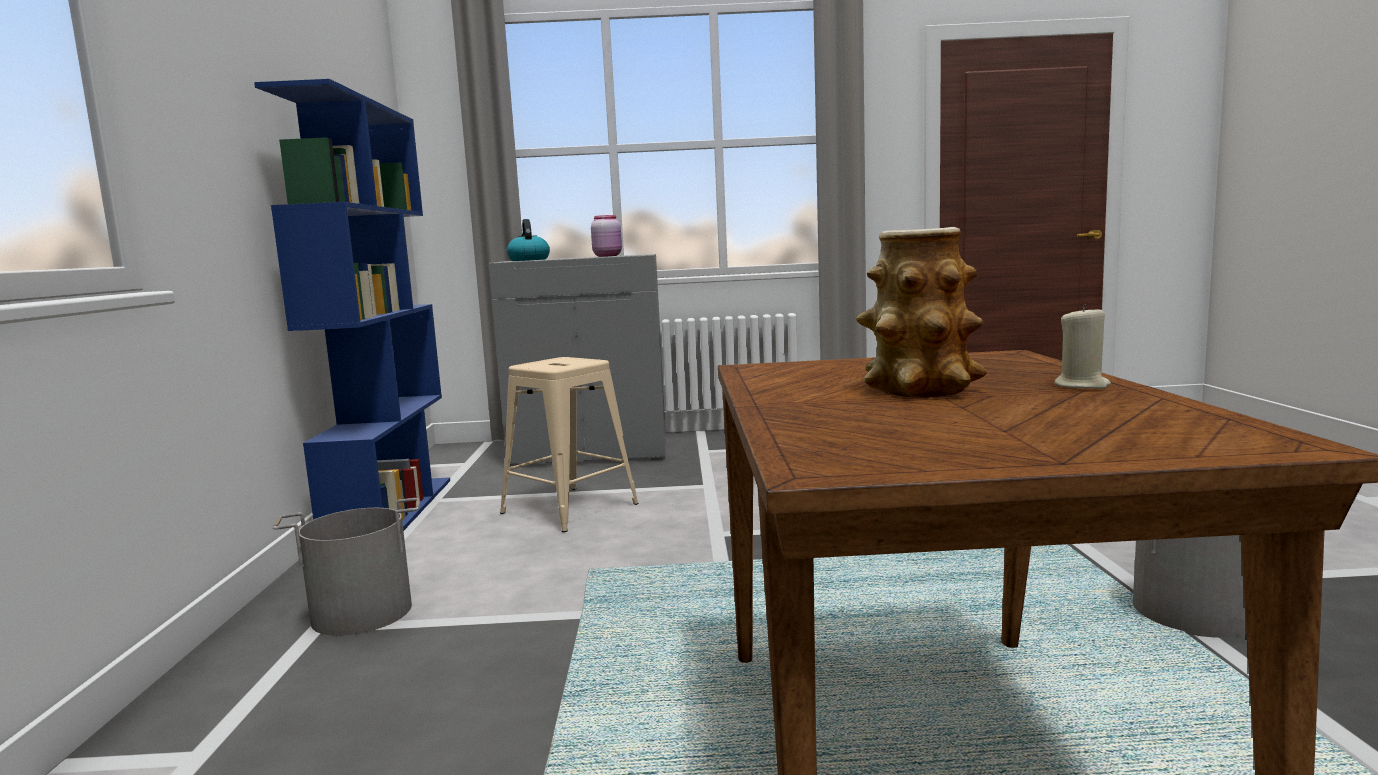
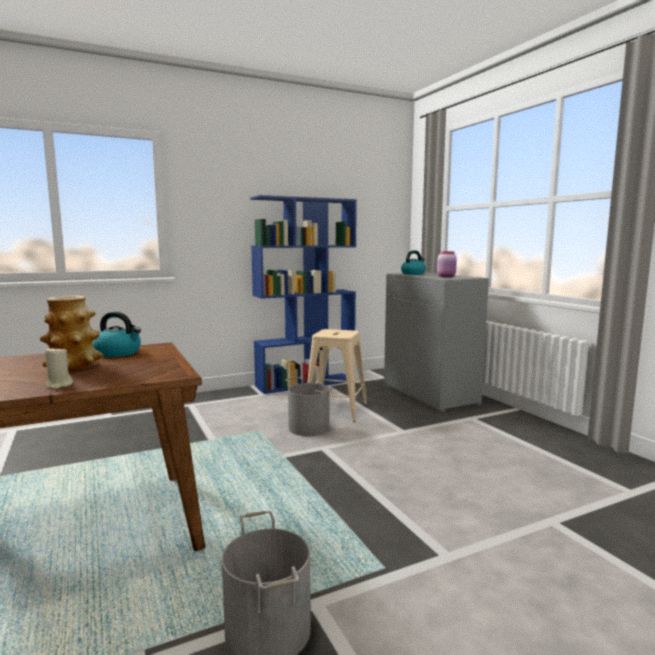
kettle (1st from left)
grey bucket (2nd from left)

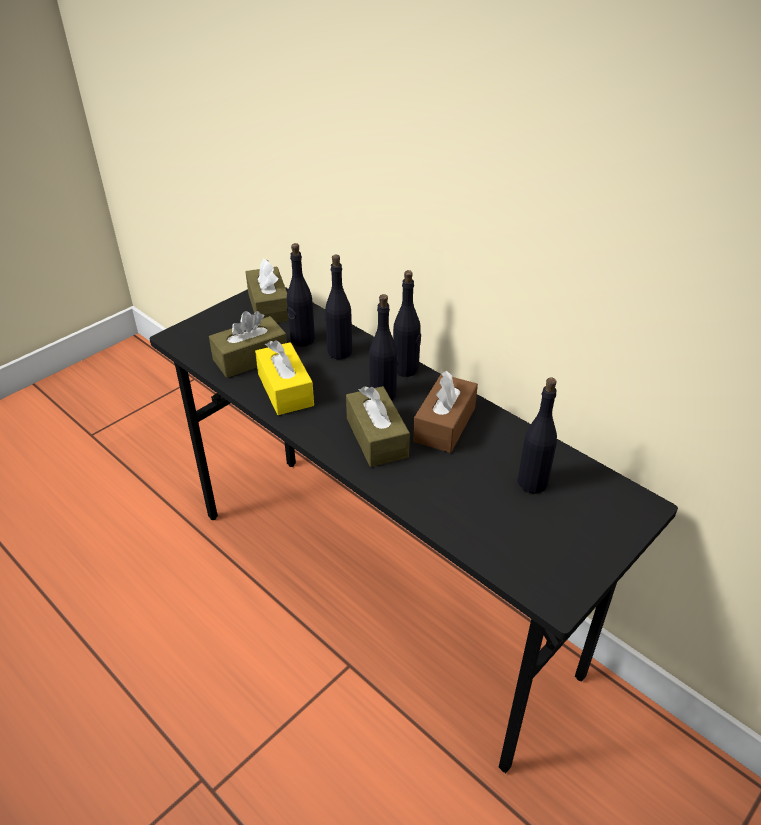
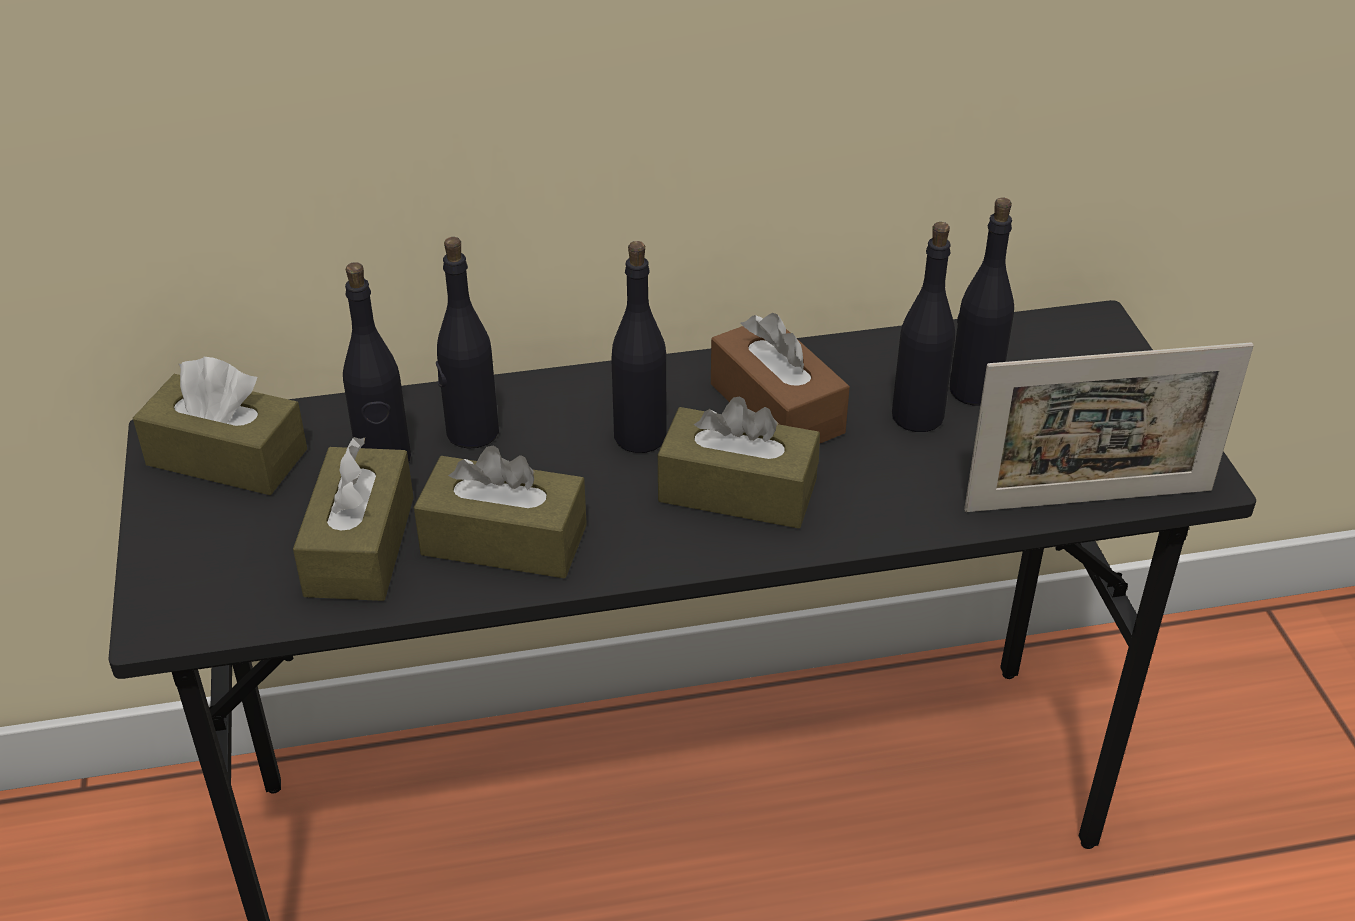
brown tissue box (3rd from left)
black bottle (4th from left)
picture frame

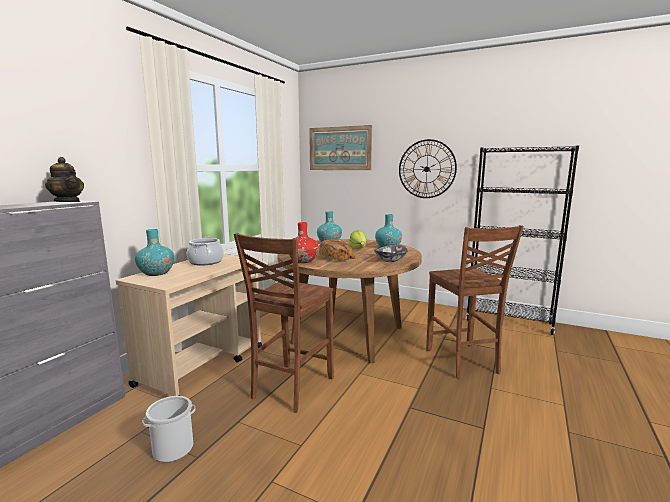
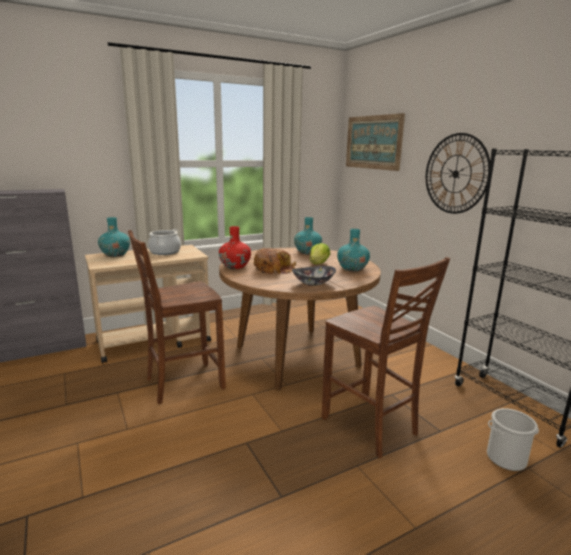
brown chair (2nd from left)
bucket
teapot

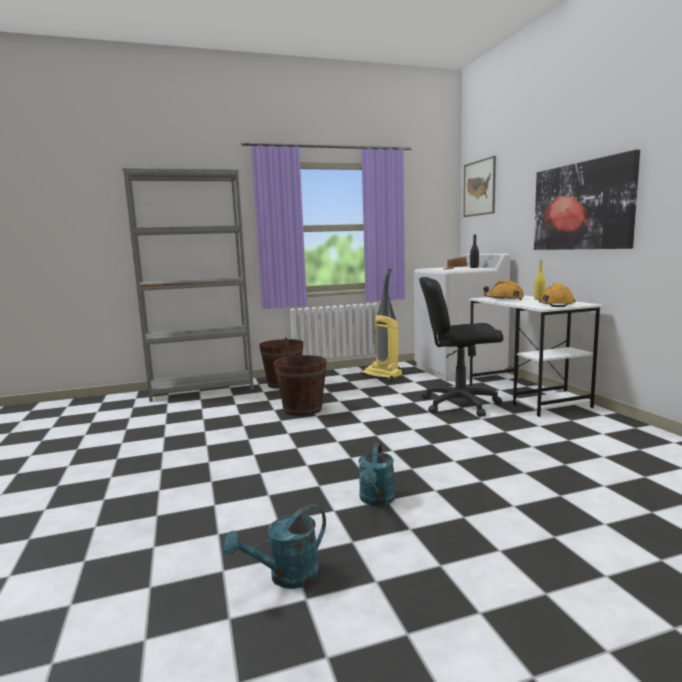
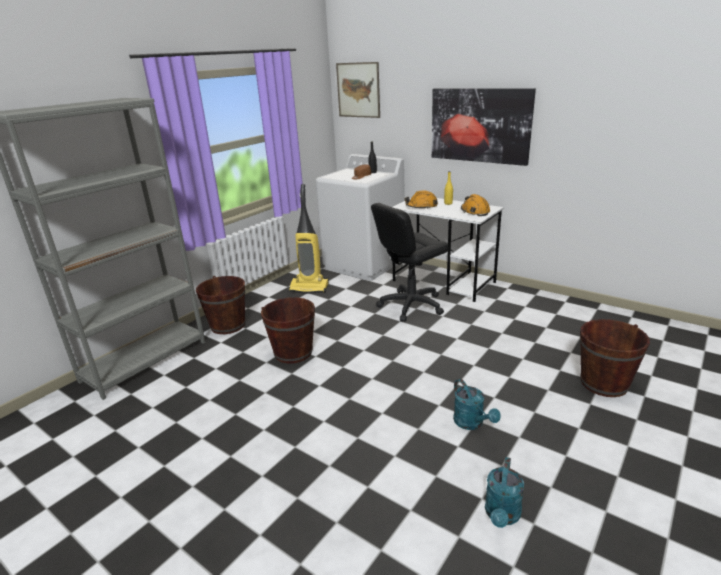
brown bucket (3rd from left)

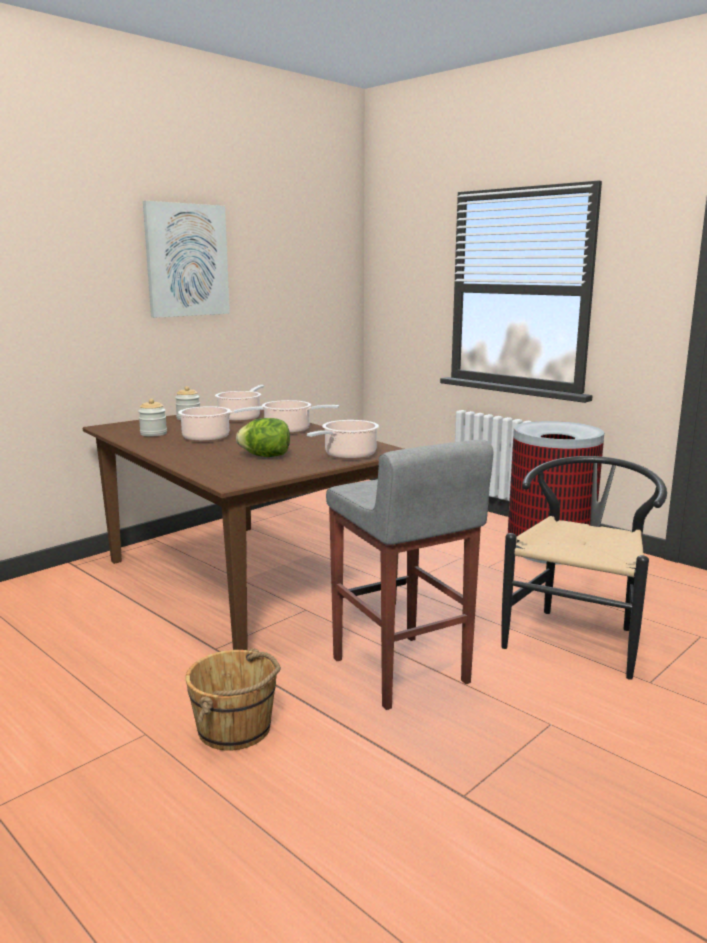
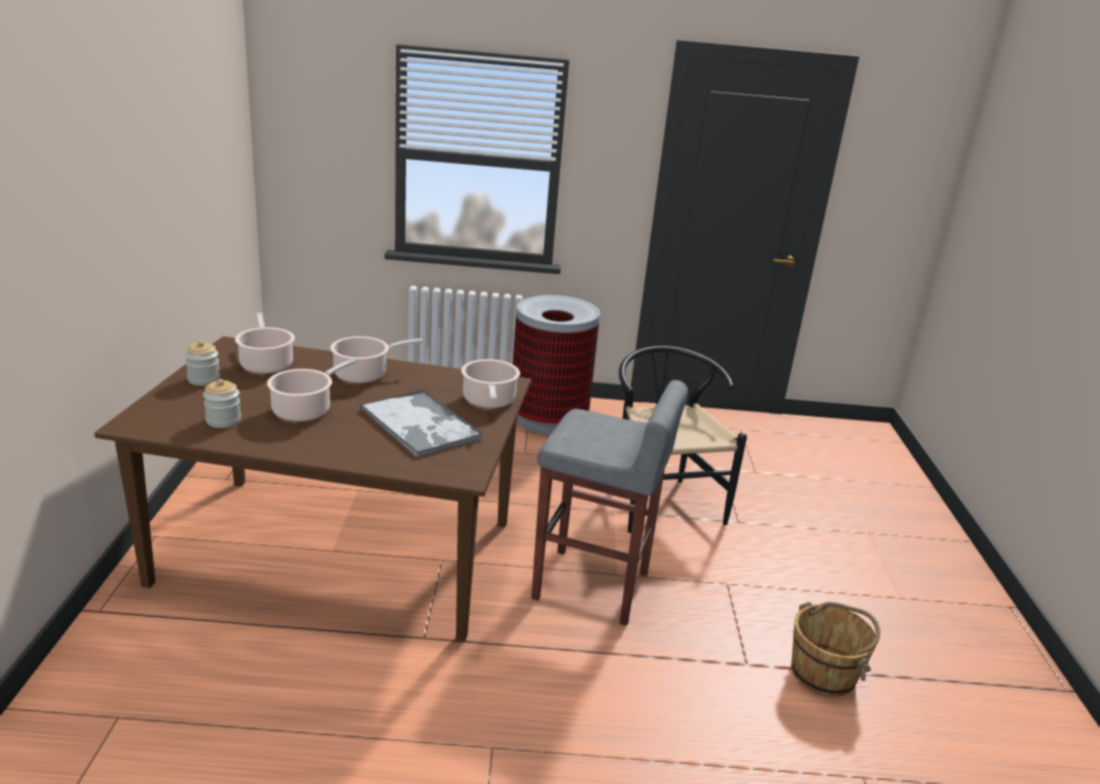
tray
brown bucket
picture

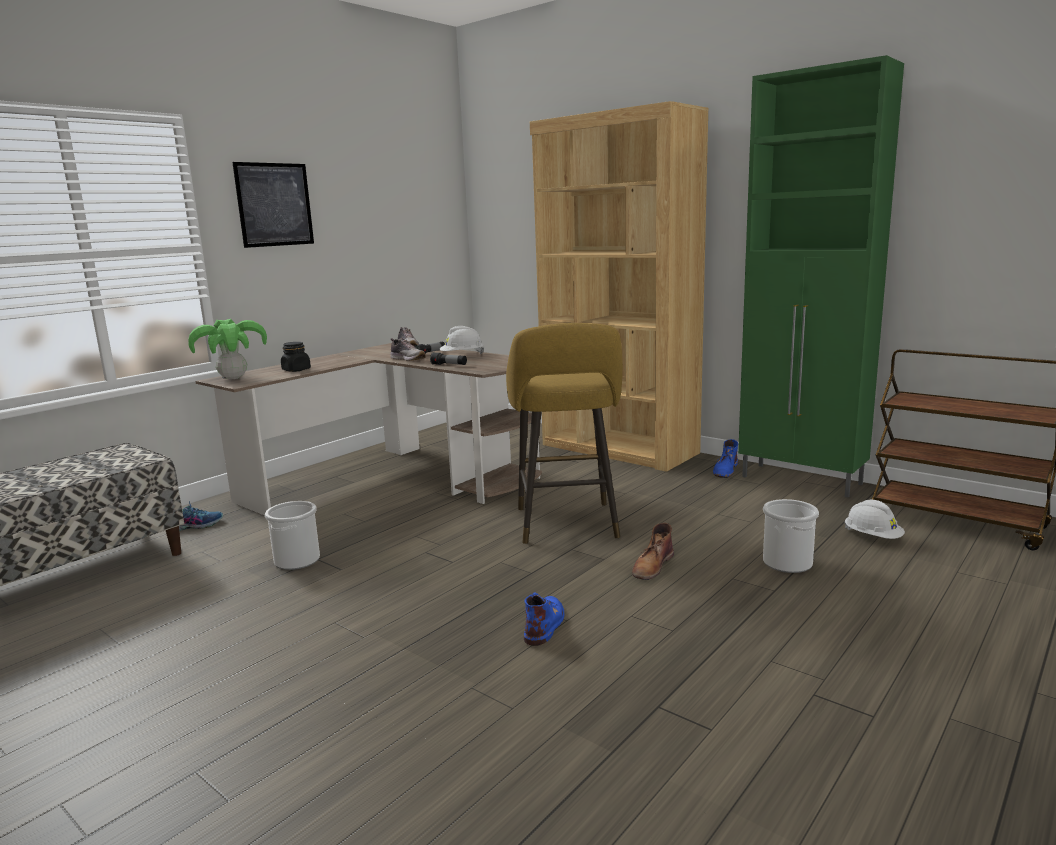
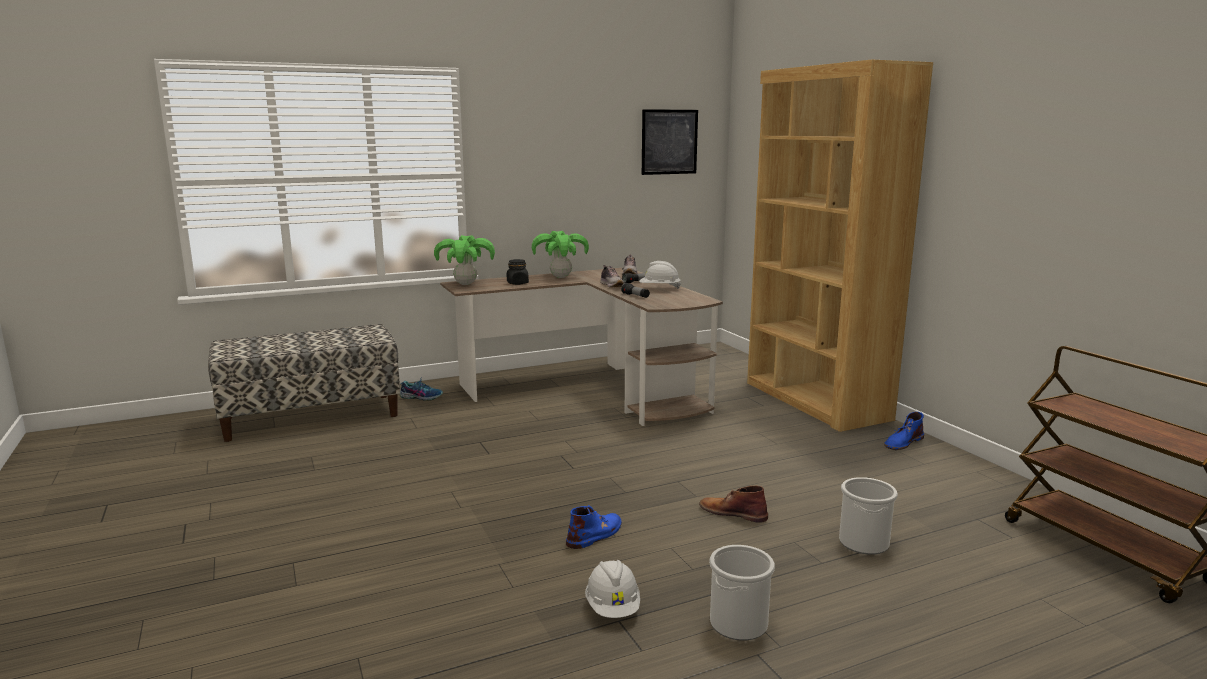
potted plant (2nd from left)
white hard hat (1st from left)
picture
brown boot
bucket (1st from left)
yellow stool
green cabinet

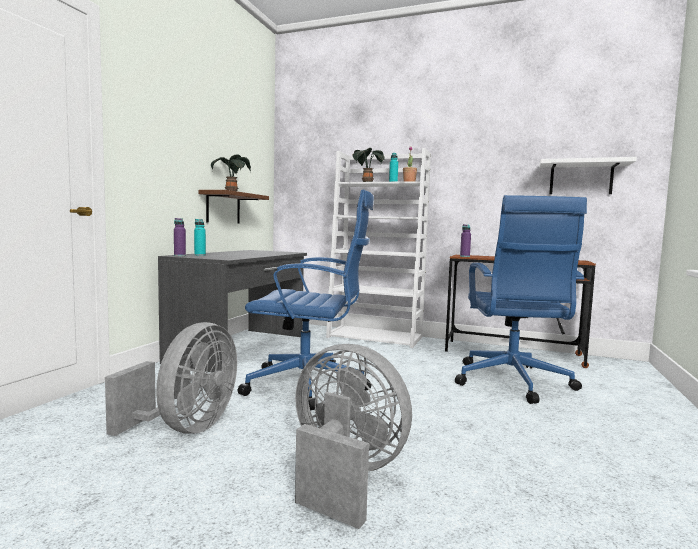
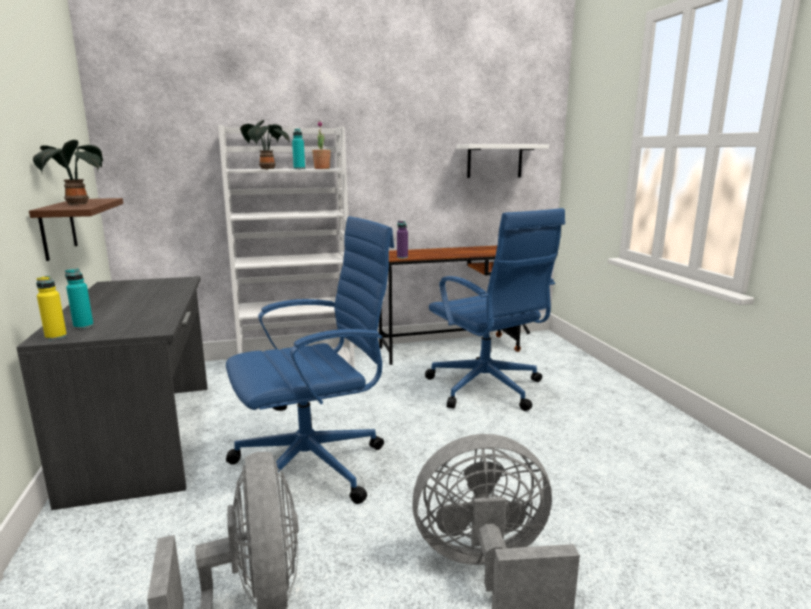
yellow bottle

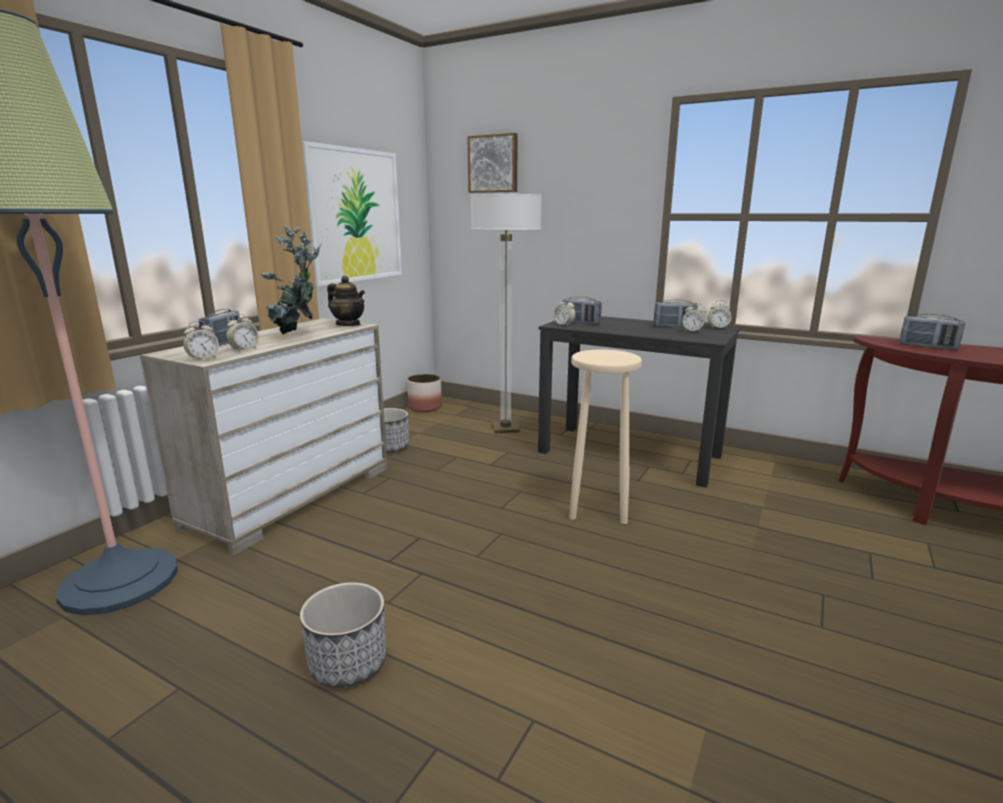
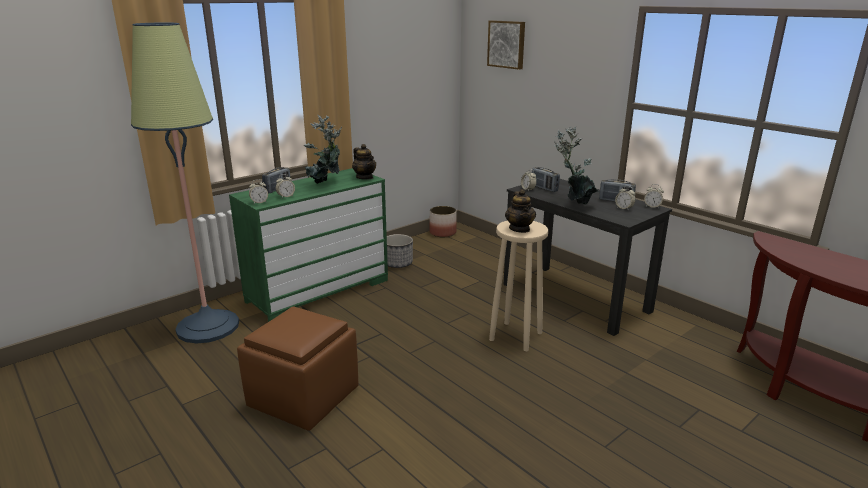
green dresser
brown ottoman
teapot (2nd from left)
potted plant (2nd from left)
picture (1st from left in the first image)
floor lamp (2nd from left in the first image)
radio (4th from left in the first image)

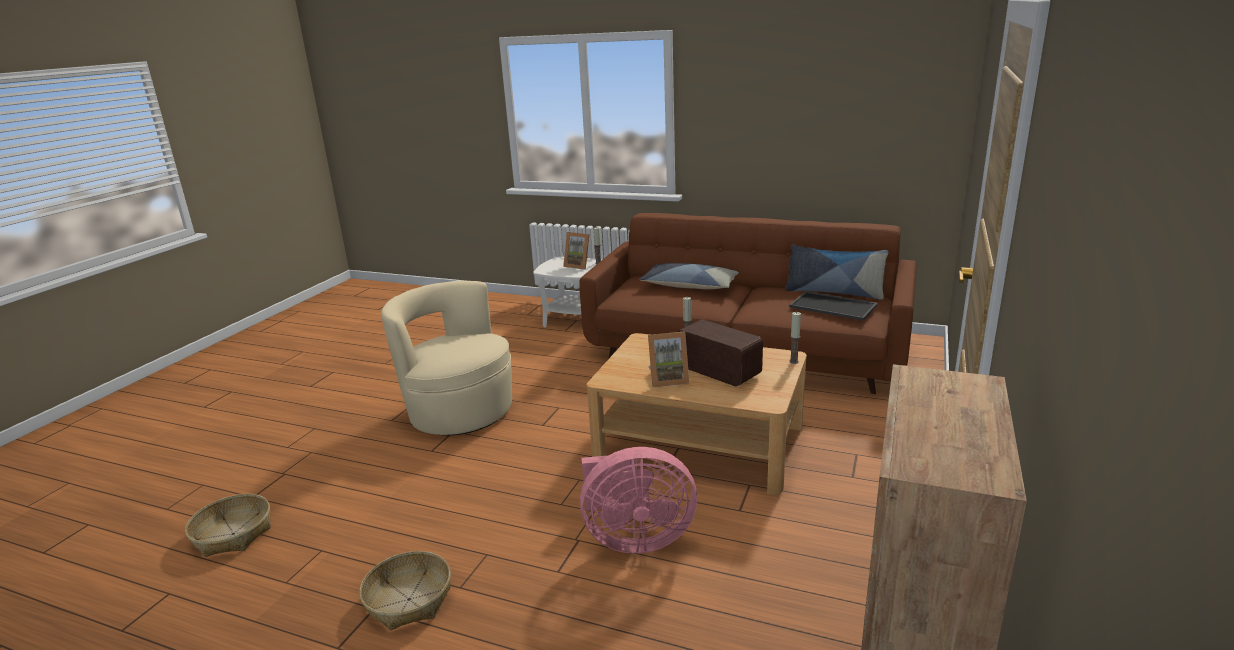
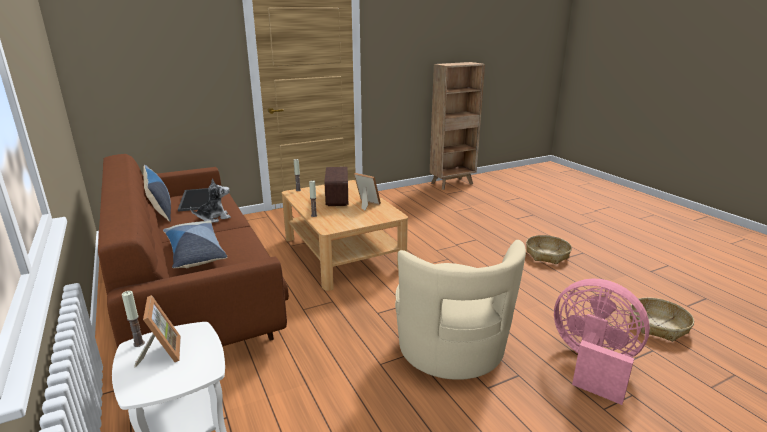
plush toy
pink fan

